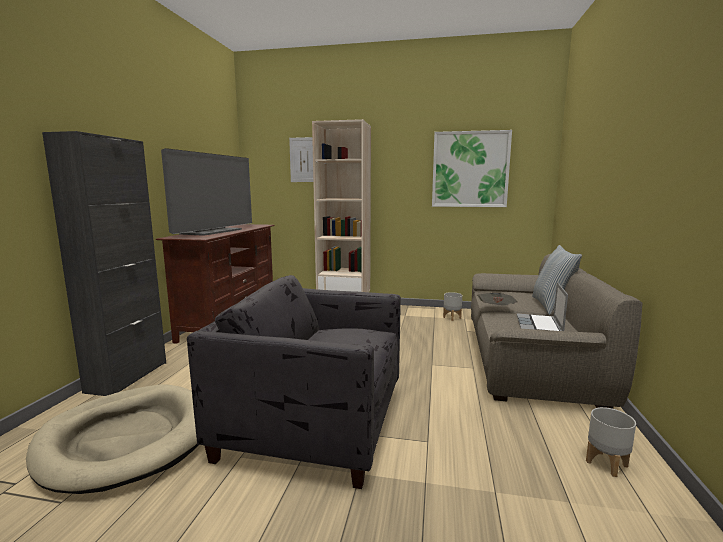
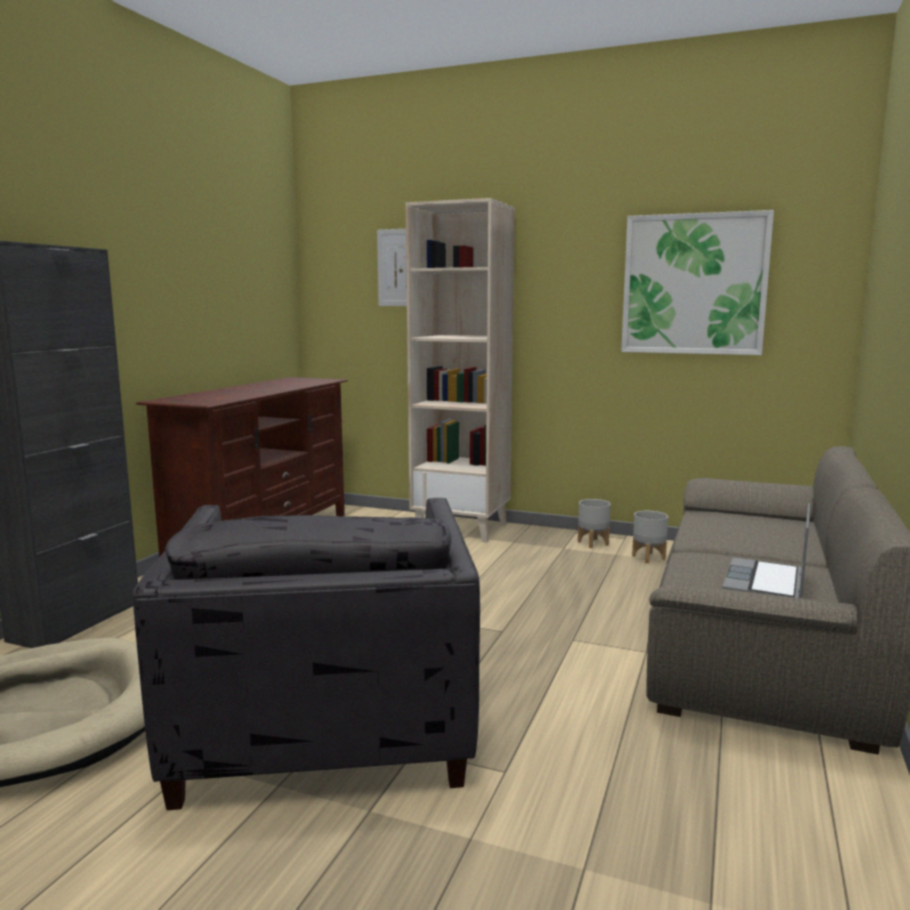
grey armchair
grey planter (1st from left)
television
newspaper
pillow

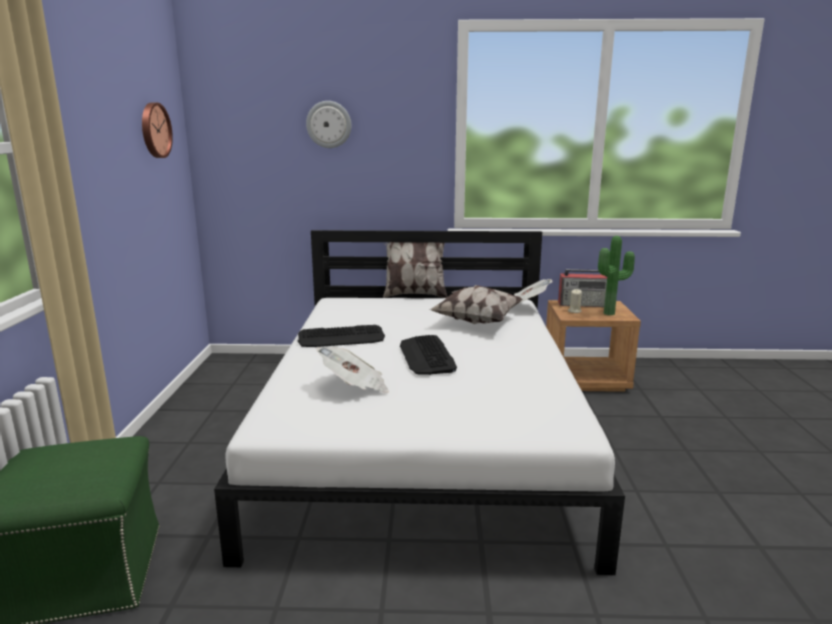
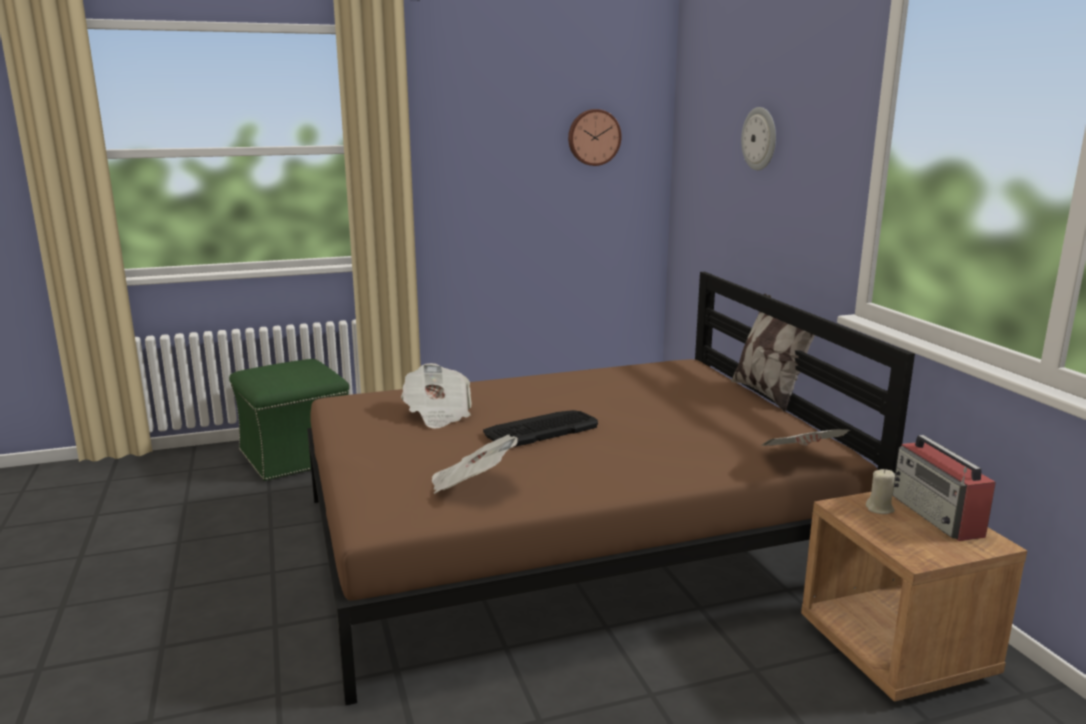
brown bed
newspaper (2nd from left)
keyboard (1st from left in the first image)
pillow (2nd from left in the first image)
potted plant

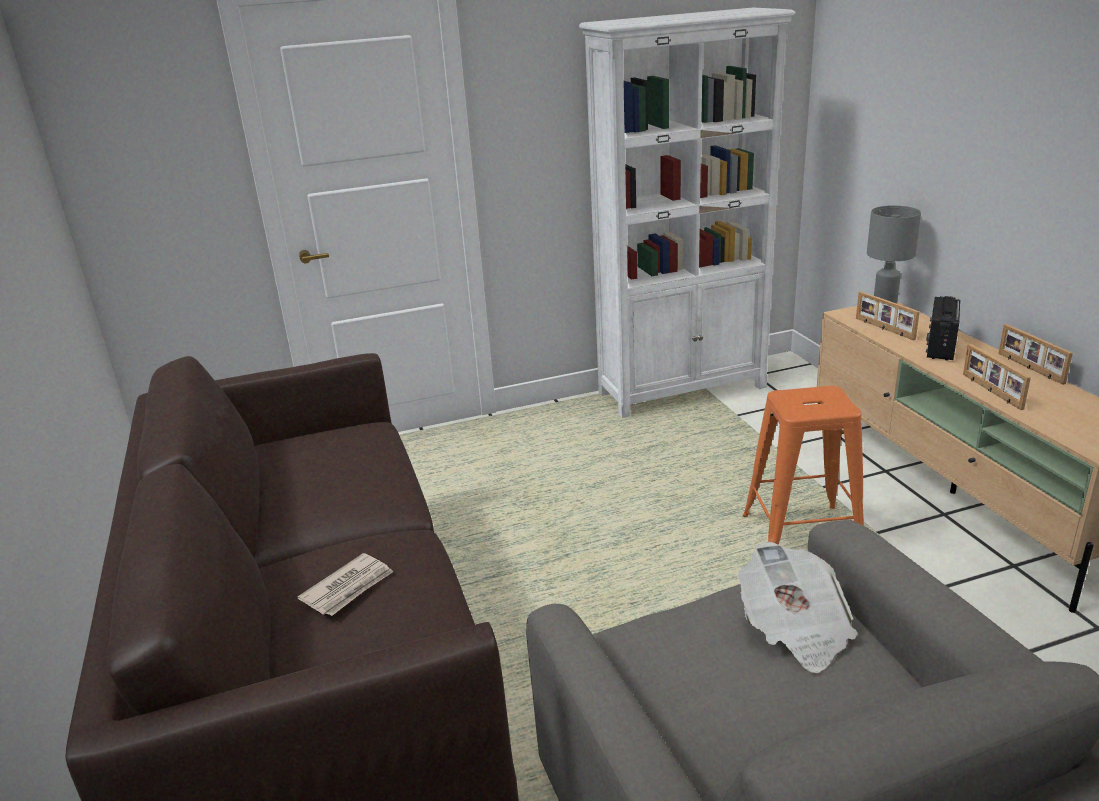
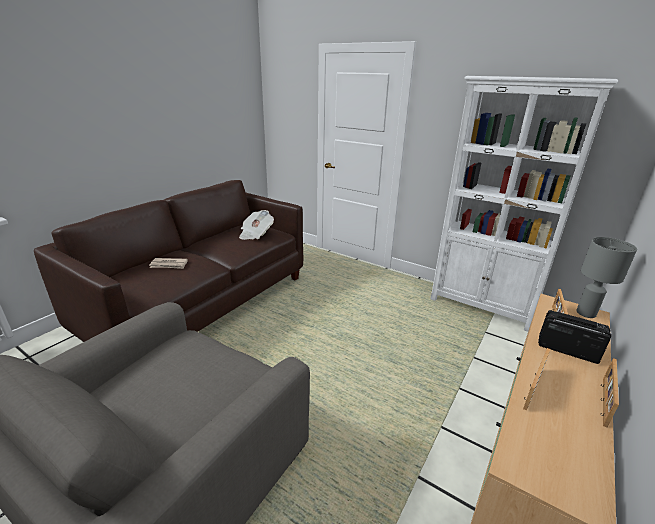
newspaper (2nd from left)
radio
orange stool

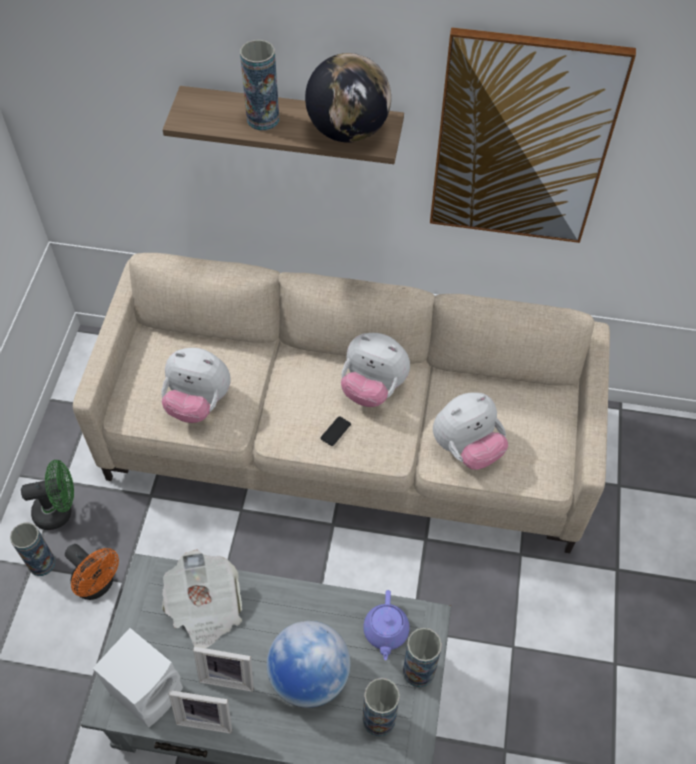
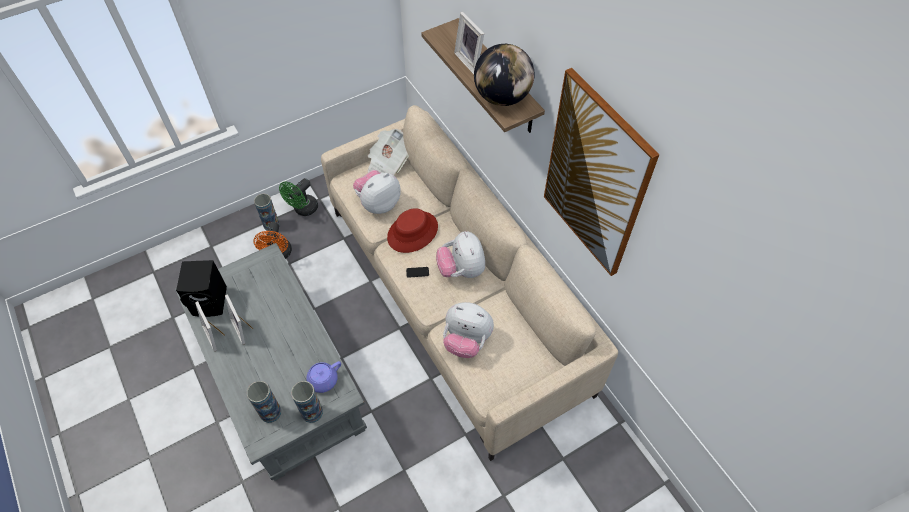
black speaker
green fan
plush toy (1st from left)
newspaper
red hat
picture frame (3rd from left)
globe (1st from left in the first image)

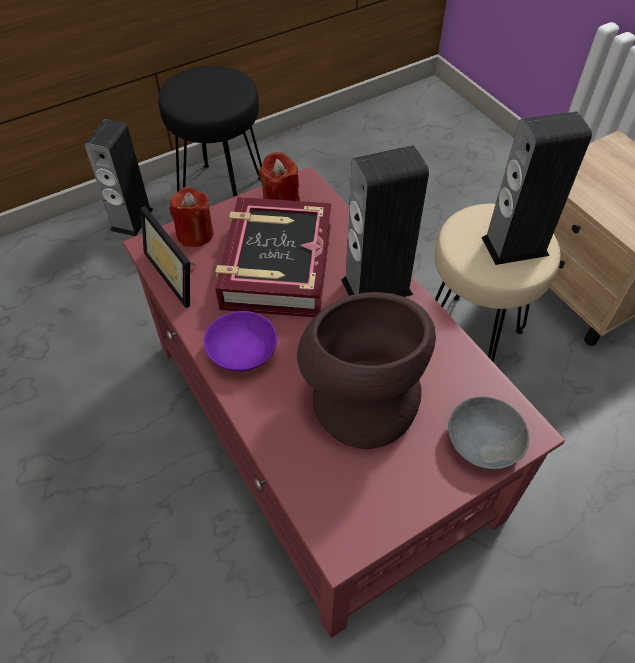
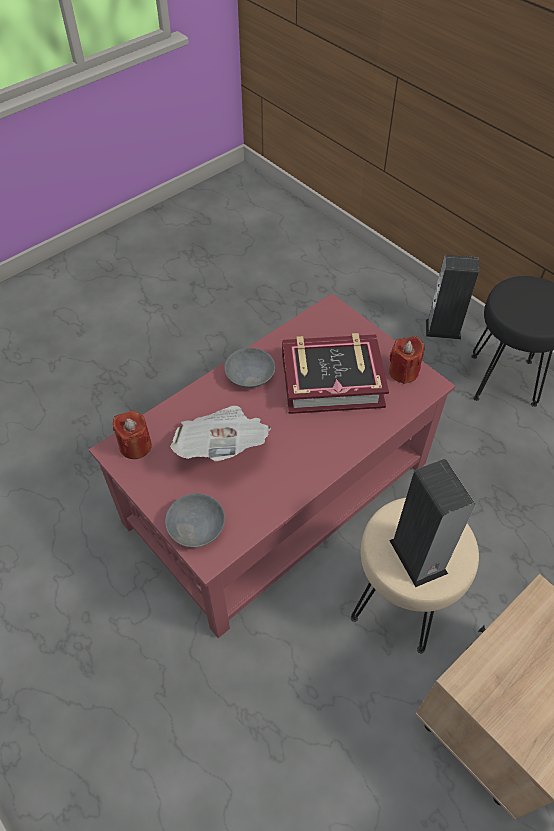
red candle (1st from left)
newspaper
grey bowl (2nd from left)
picture frame
speaker (2nd from left in the first image)

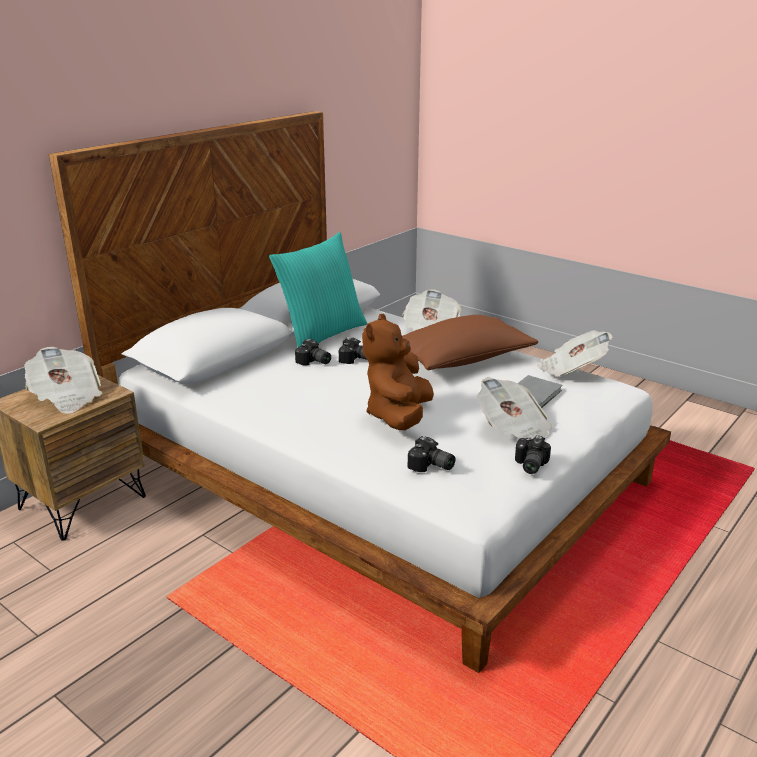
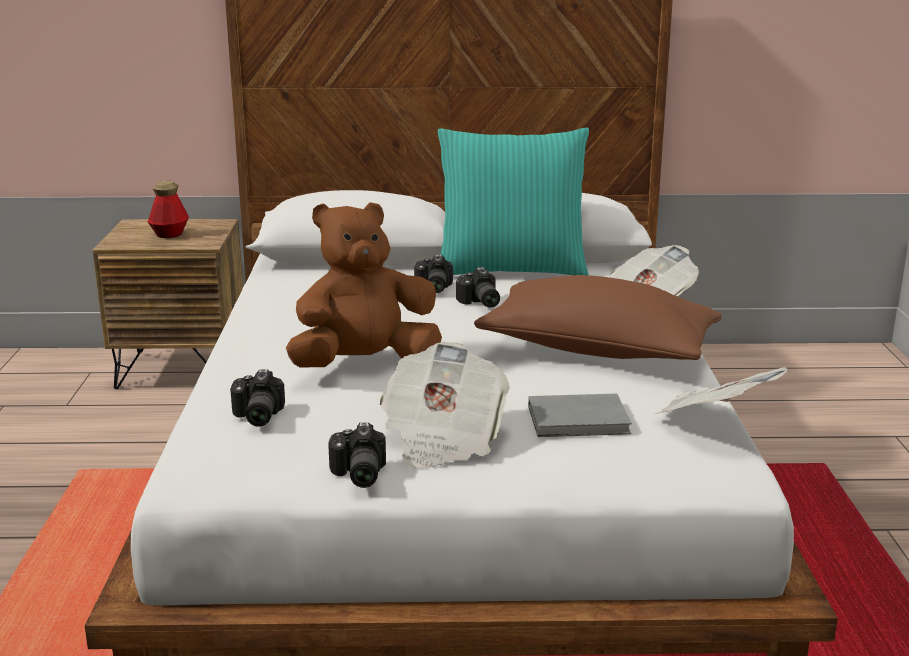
bottle
photo camera (2nd from left)

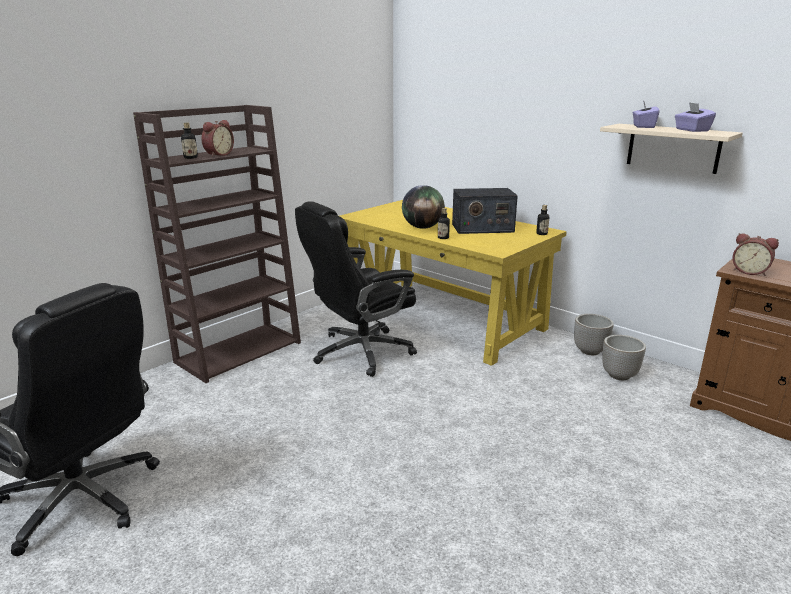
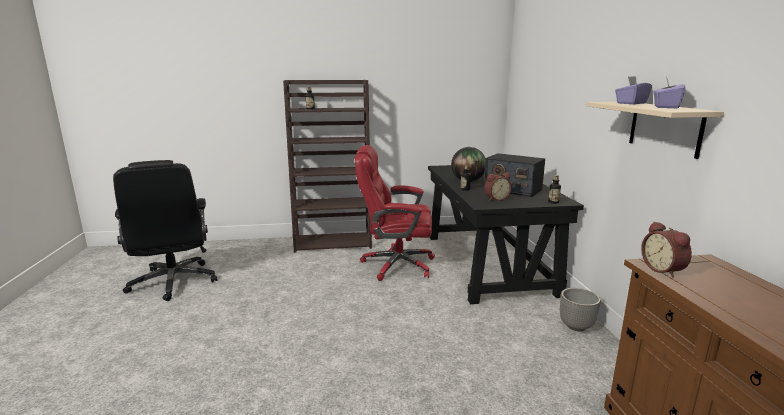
red office chair
black desk
alarm clock (1st from left)
planter (2nd from left in the first image)

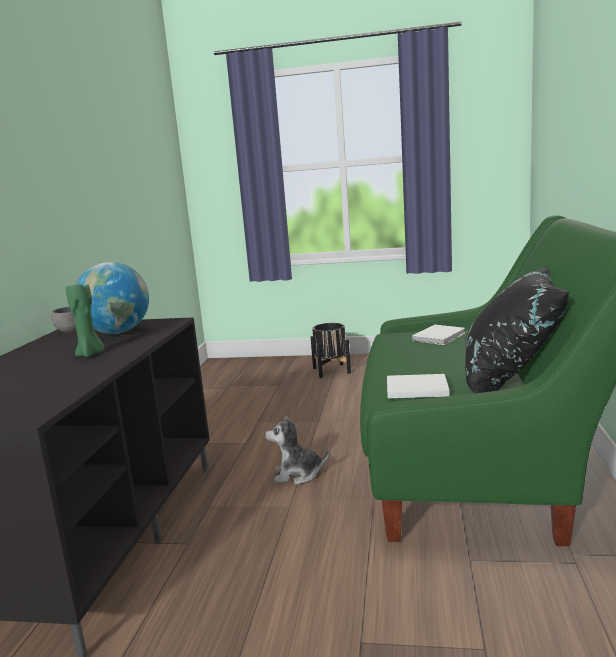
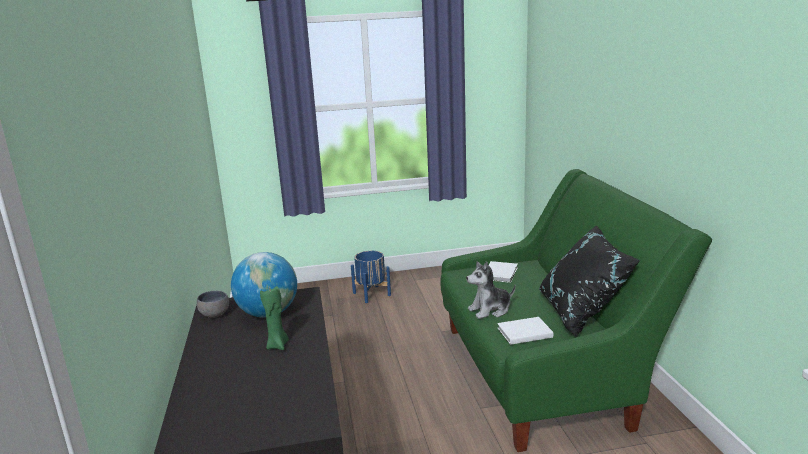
blue planter
plush toy

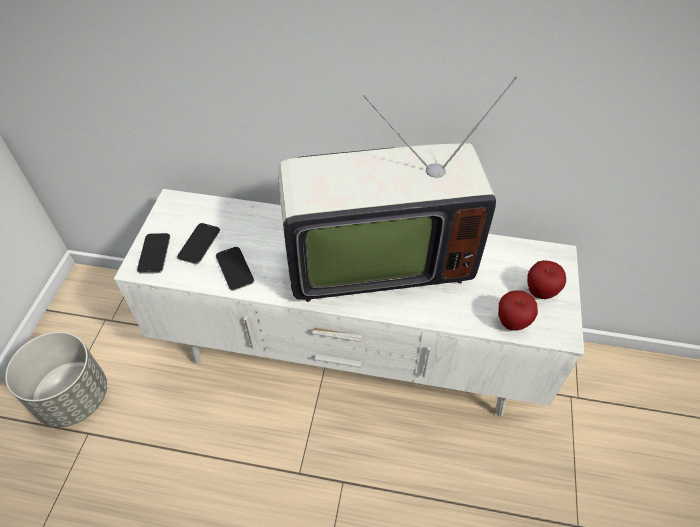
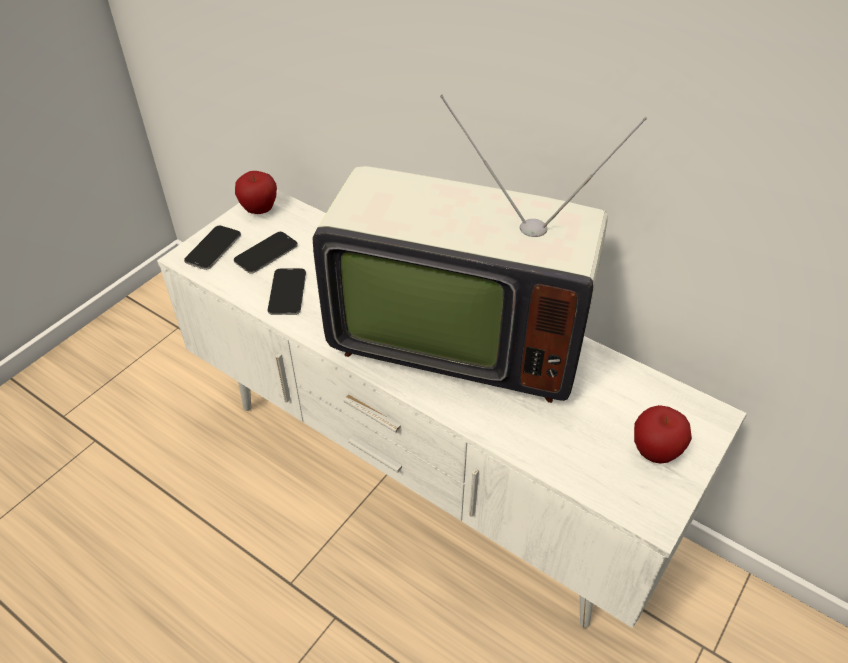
apple (1st from left)
grey planter

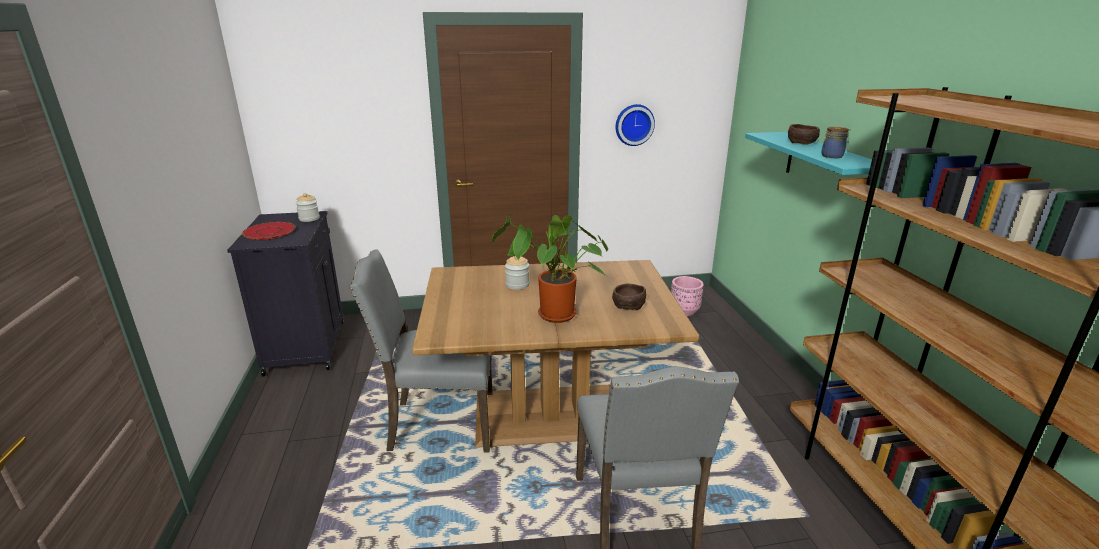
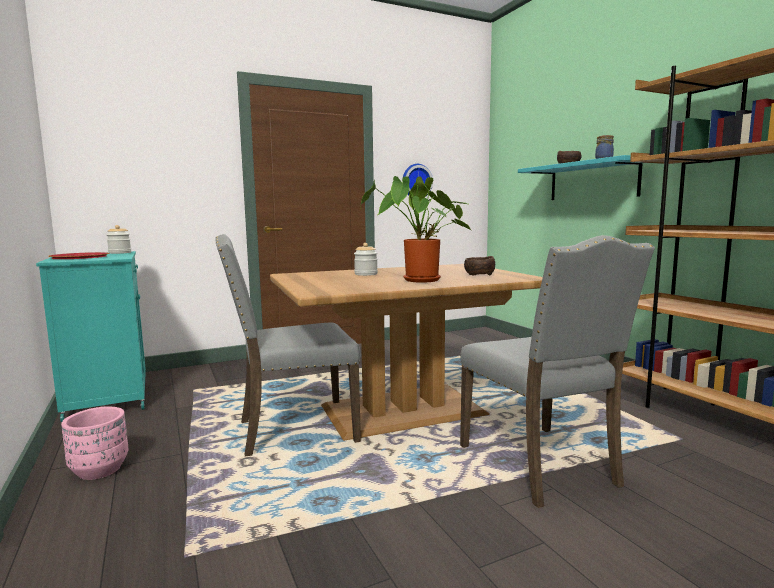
turquoise cabinet
pink planter

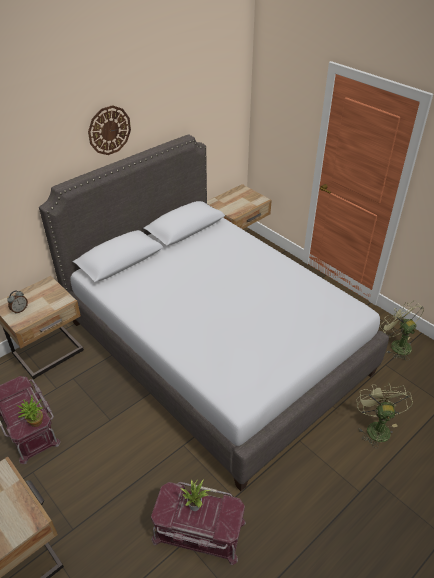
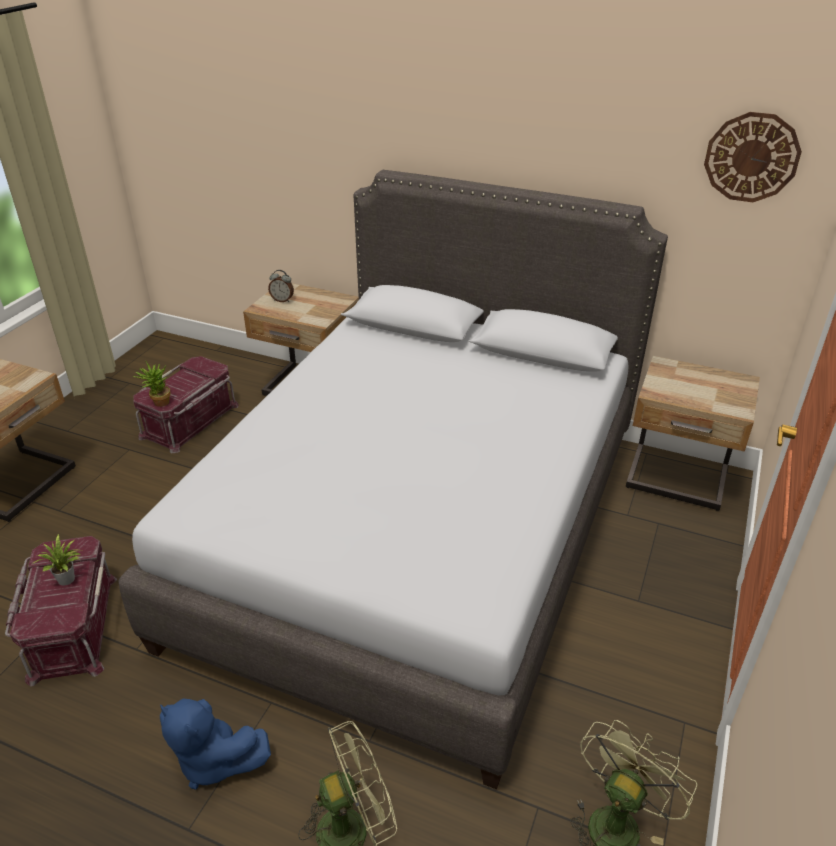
blue plush toy
wall clock

